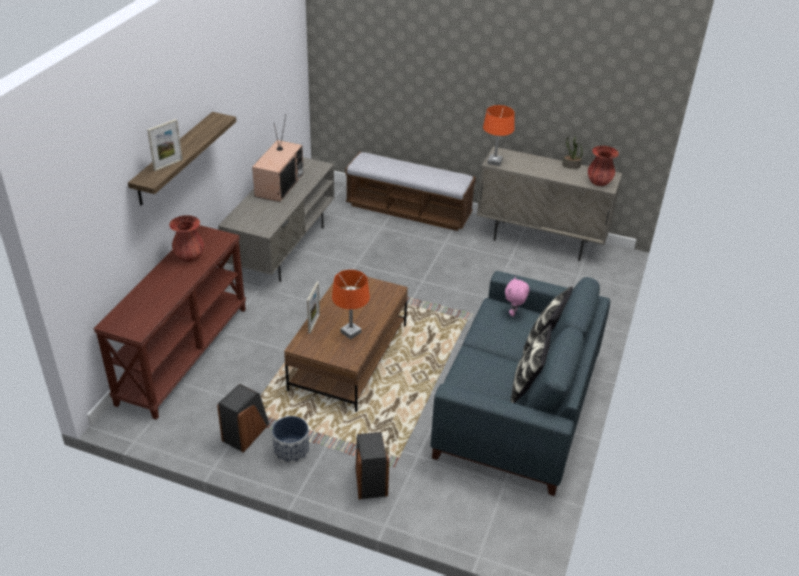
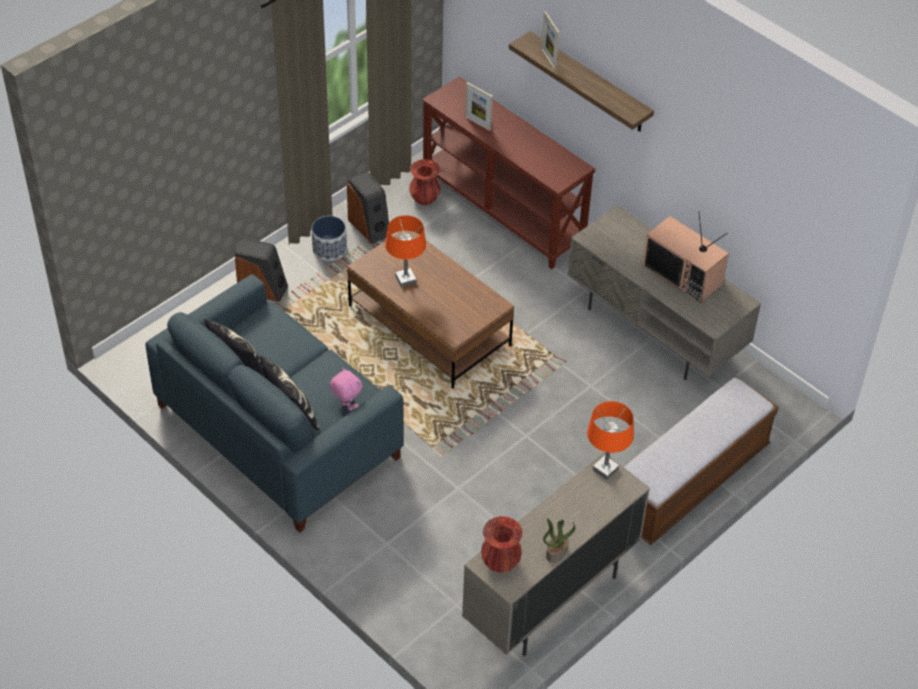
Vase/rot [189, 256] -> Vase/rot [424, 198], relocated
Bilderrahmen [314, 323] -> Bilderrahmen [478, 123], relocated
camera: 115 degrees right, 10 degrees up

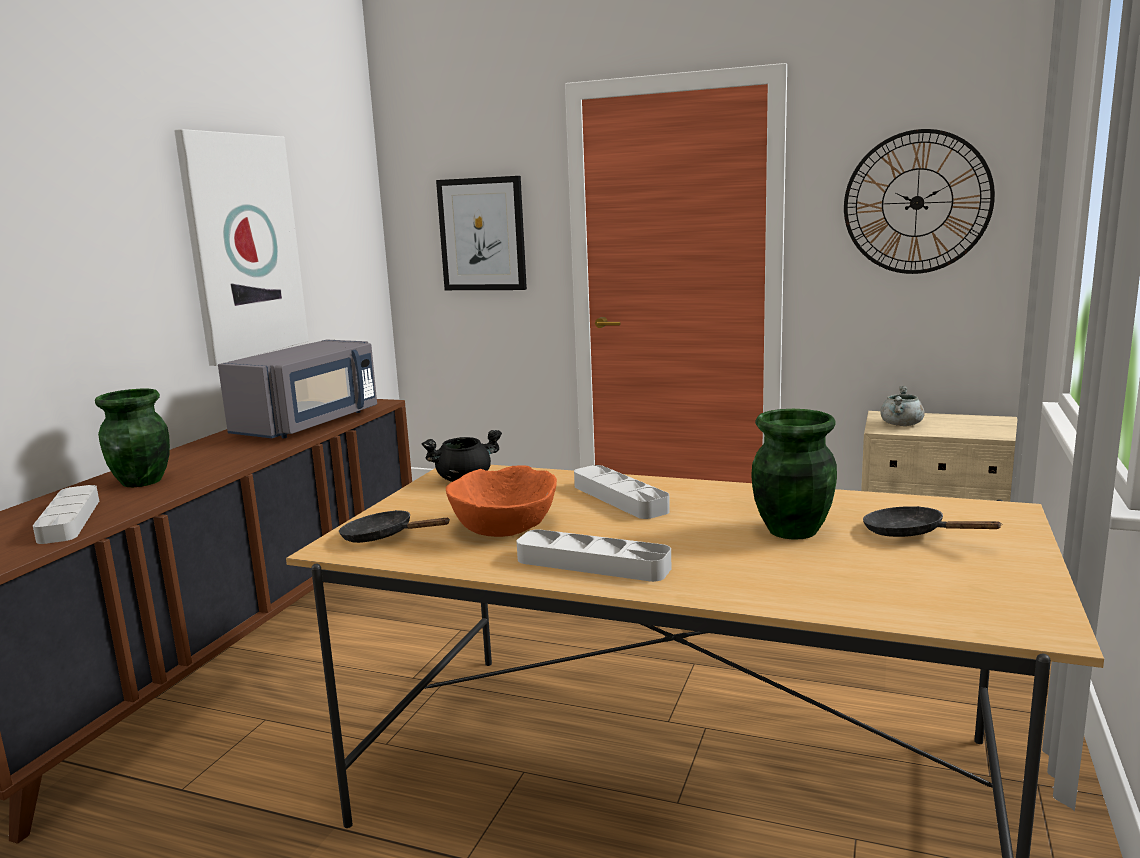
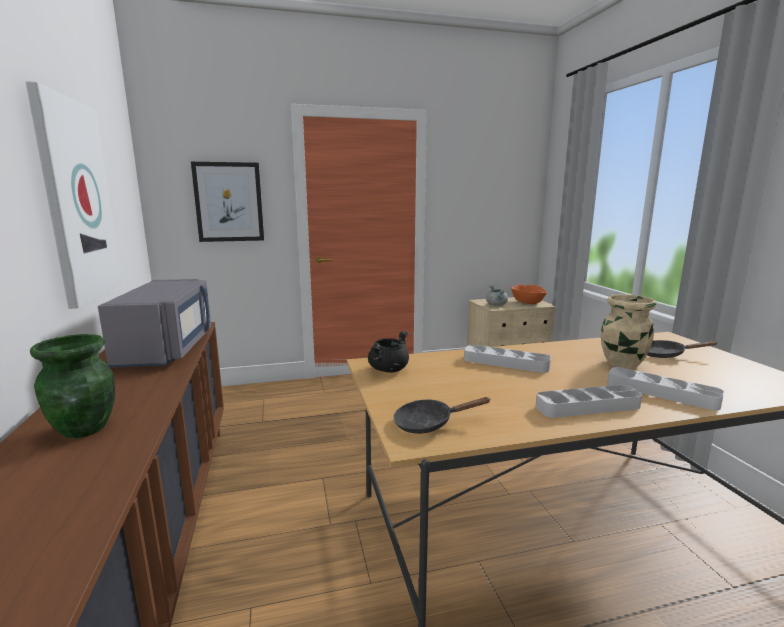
Wanduhr [917, 202] -> none
Tablett/grau [69, 520] -> Tablett/grau [661, 393], relocated
Schüssel/orange [504, 527] -> Schüssel/orange [528, 302], relocated
Vase/grün [791, 531] -> Vase/beige [622, 364]
camera: 35 degrees left, 0 degrees up

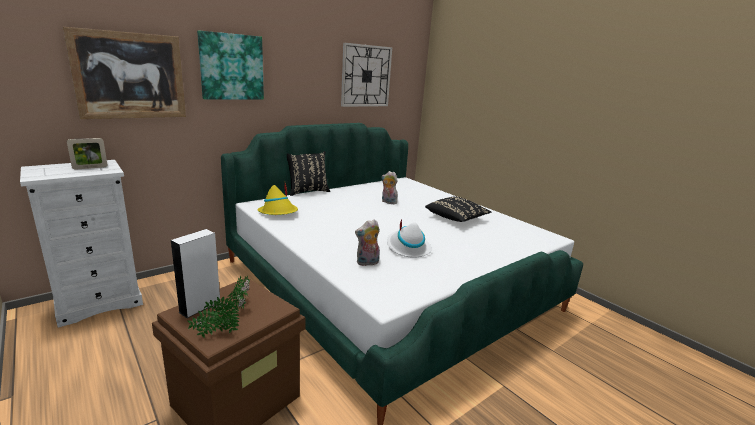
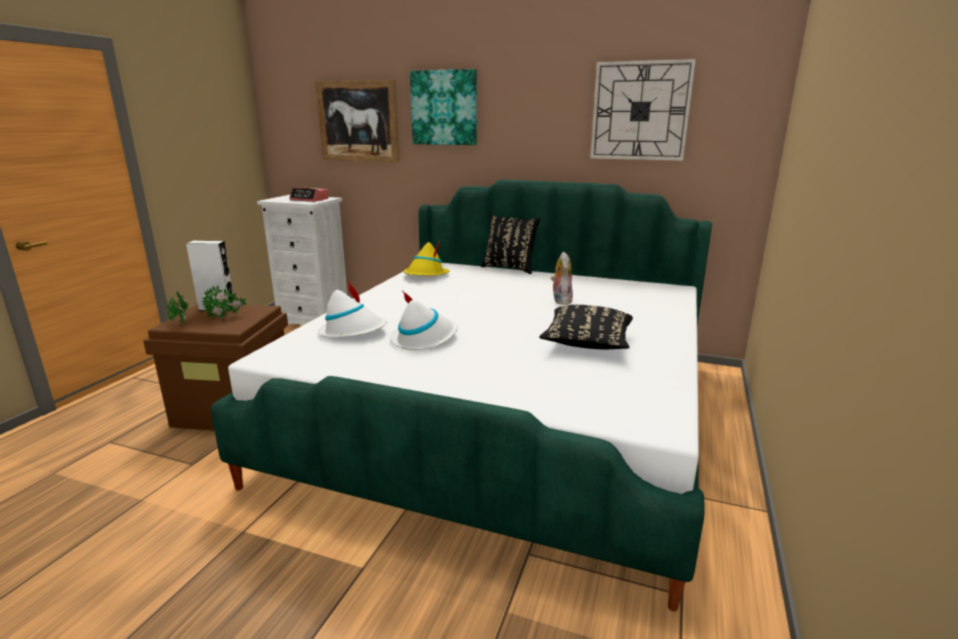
Bilderrahmen [90, 168] -> Wecker [309, 199]
Plüschtier [367, 263] -> Hut/weiß [353, 331]
camera: 60 degrees right, 0 degrees up

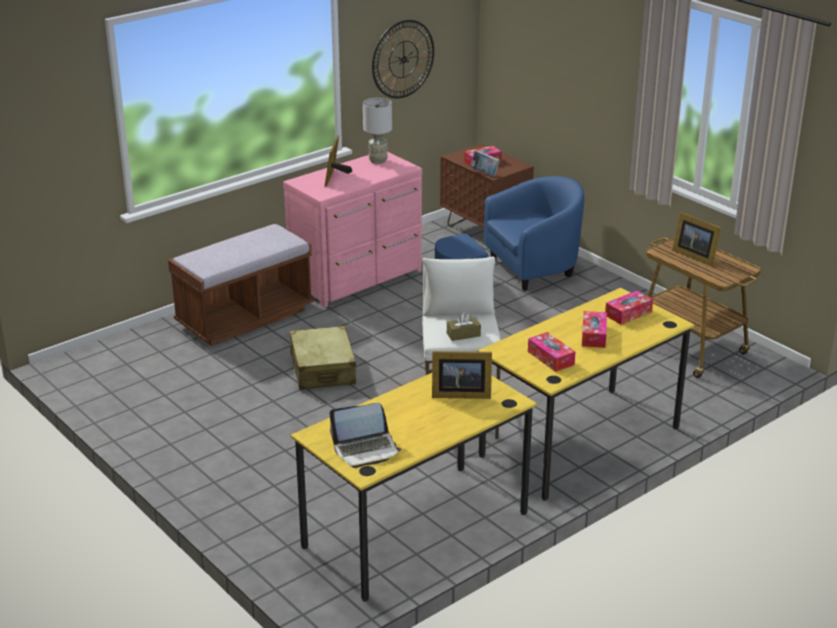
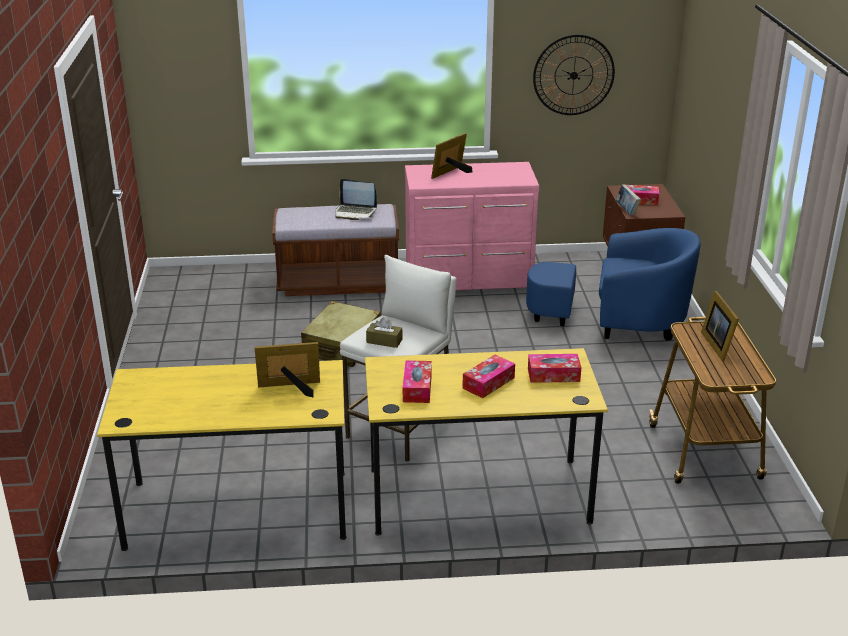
Tischlampe/grau [378, 161] -> none
Laptop [366, 450] -> Laptop [355, 212], relocated
Bilderrahmen [459, 393] -> Bilderrahmen [291, 388], 135 degrees clockwise
camera: 35 degrees right, 0 degrees up

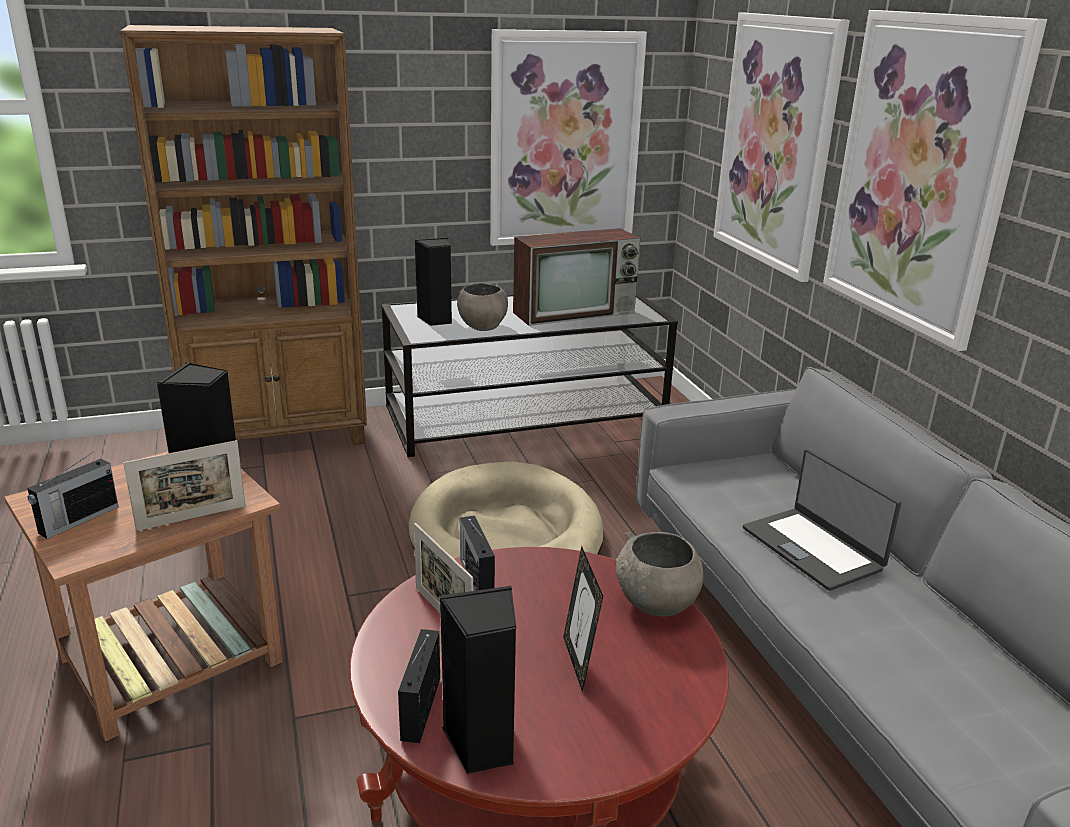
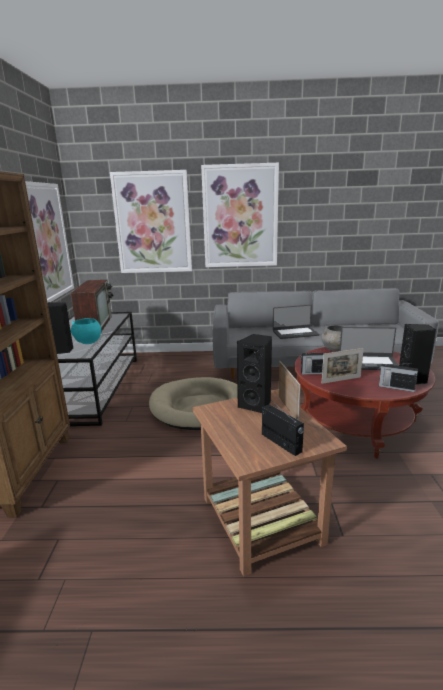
Bilderrahmen [579, 662] -> Laptop [368, 363]
Schüssel/grau [482, 326] -> Schüssel/türkis [88, 342]
camera: 70 degrees left, 5 degrees down

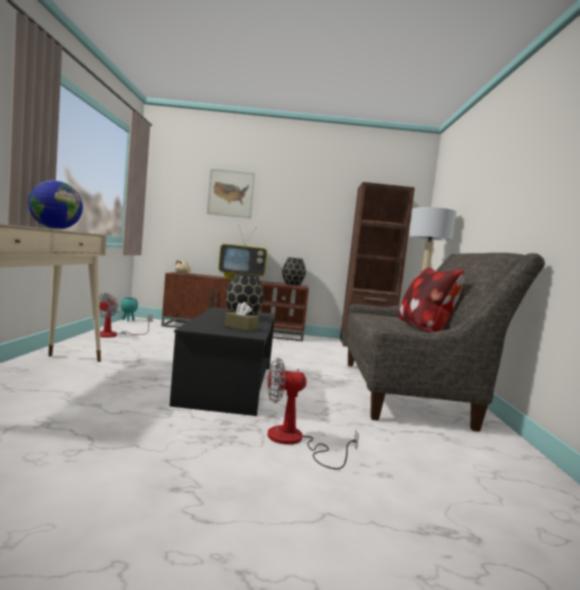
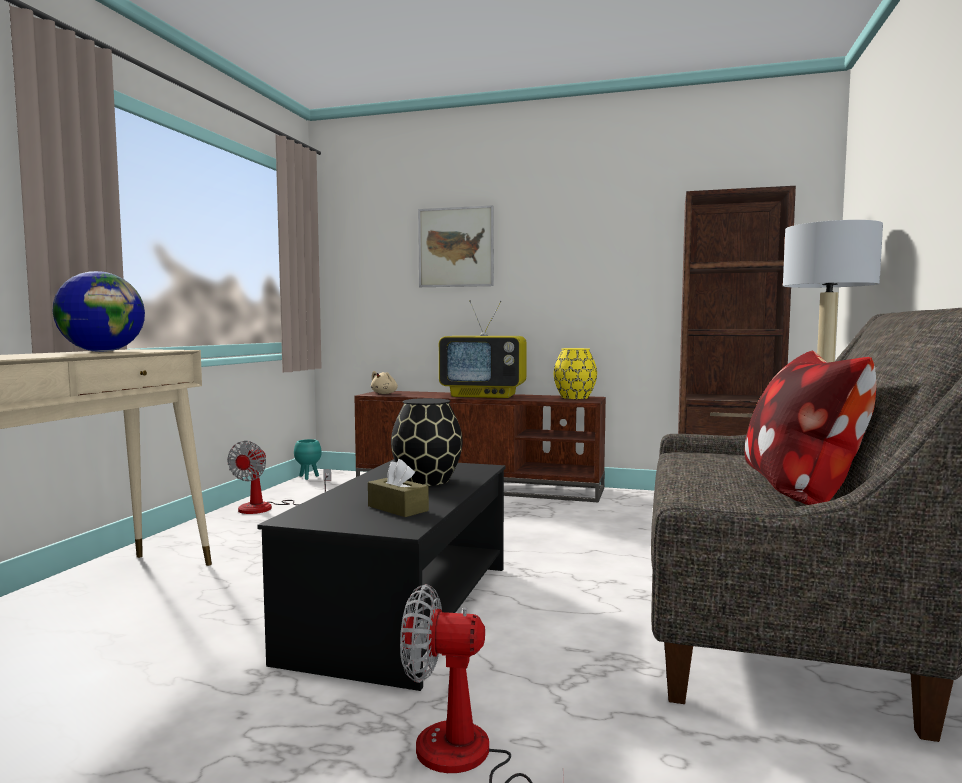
Vase/schwarz [292, 284] -> Vase/gelb [575, 397]
camera: 15 degrees right, 0 degrees up

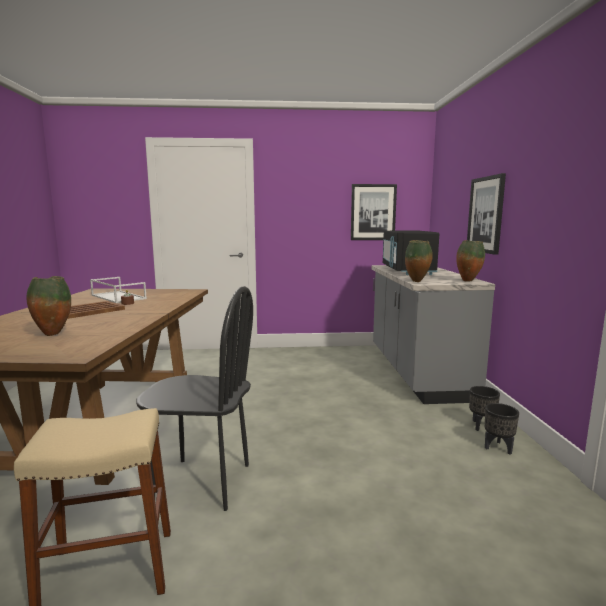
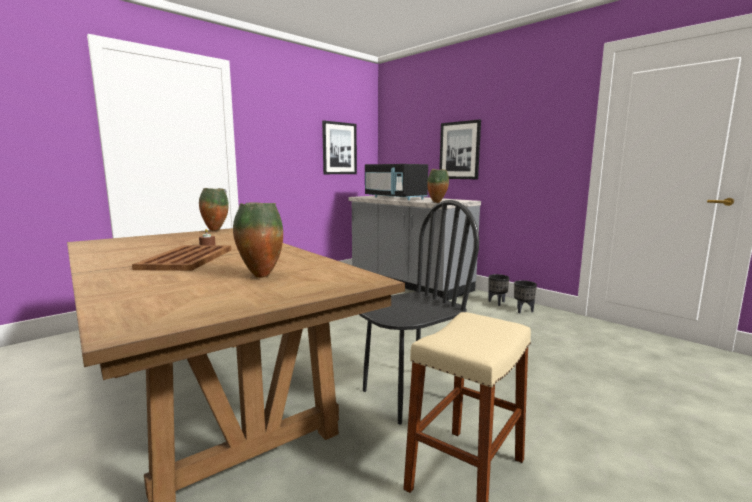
Tablett/weiß [117, 297] -> none
Vase [468, 281] -> Vase [215, 230], relocated
camera: 40 degrees left, 0 degrees up

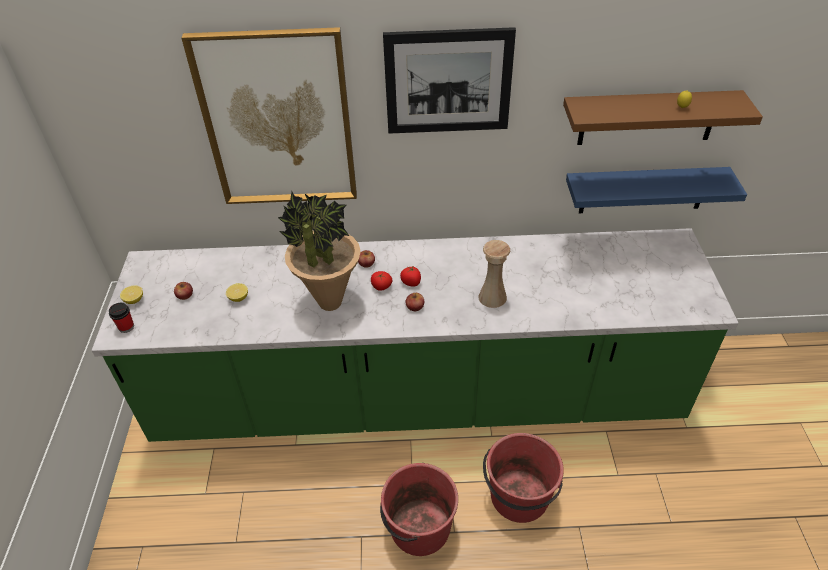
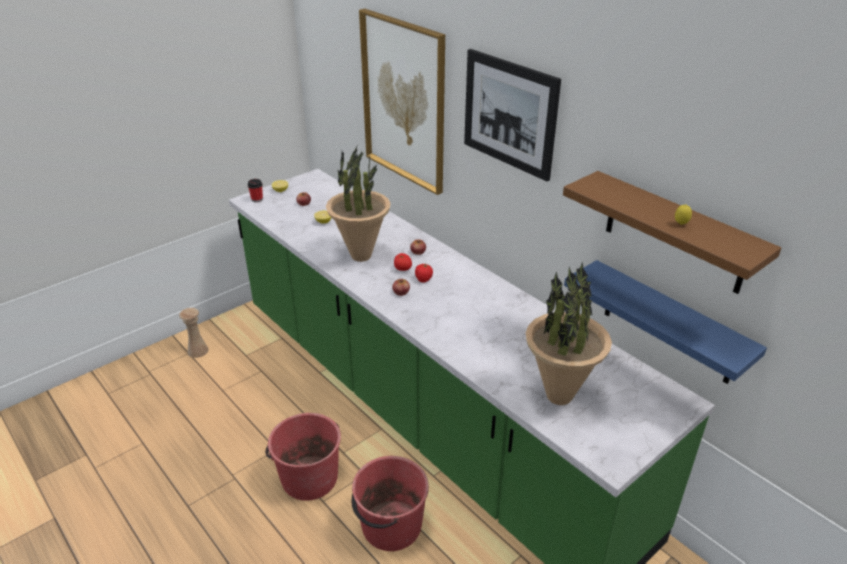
none -> Topfpflanze [559, 396]
Vase/beige [492, 297] -> Vase/beige [198, 351], relocated
camera: 50 degrees right, 10 degrees down

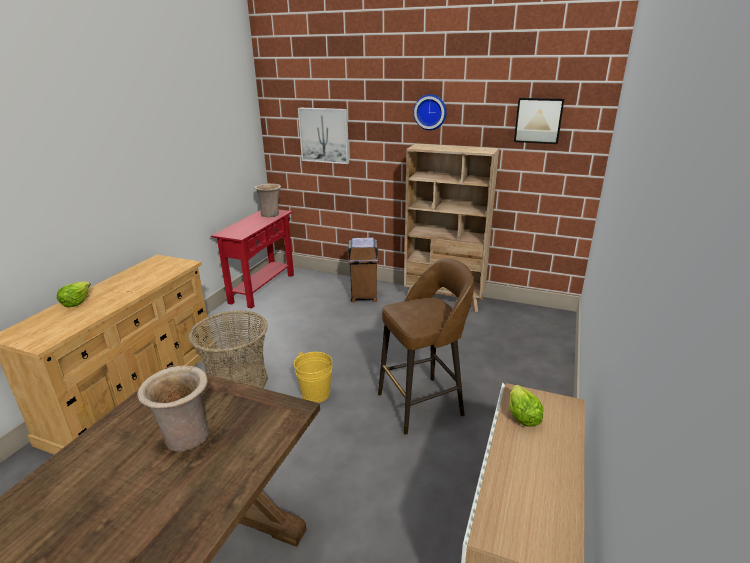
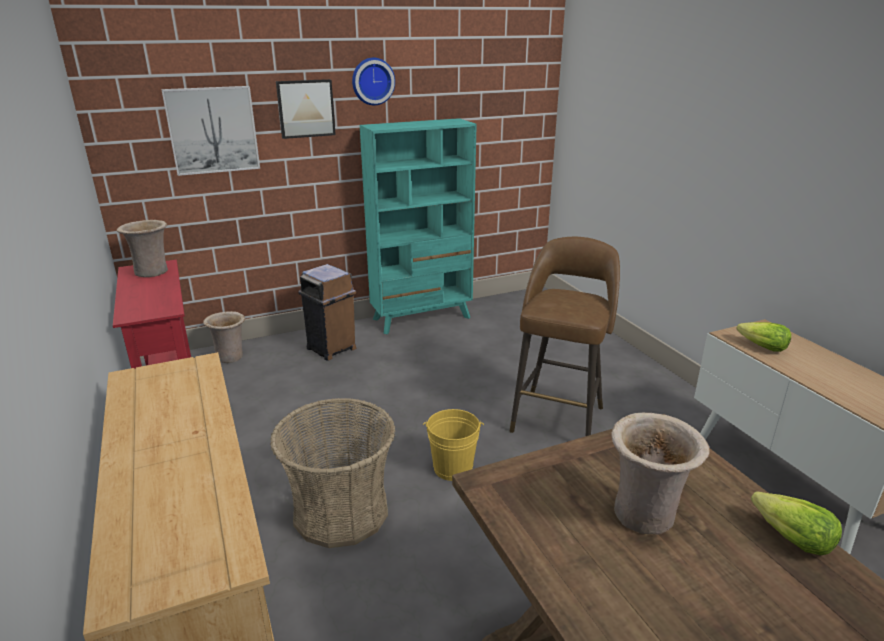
none -> Vase/beige [230, 356]
Salatkopf [76, 302] -> Salatkopf [791, 538], relocated
Bild [538, 120] -> Bild [305, 108], relocated
Bücherregal/beige [444, 299] -> Bücherregal/türkis [422, 318]
camera: 45 degrees left, 0 degrees up

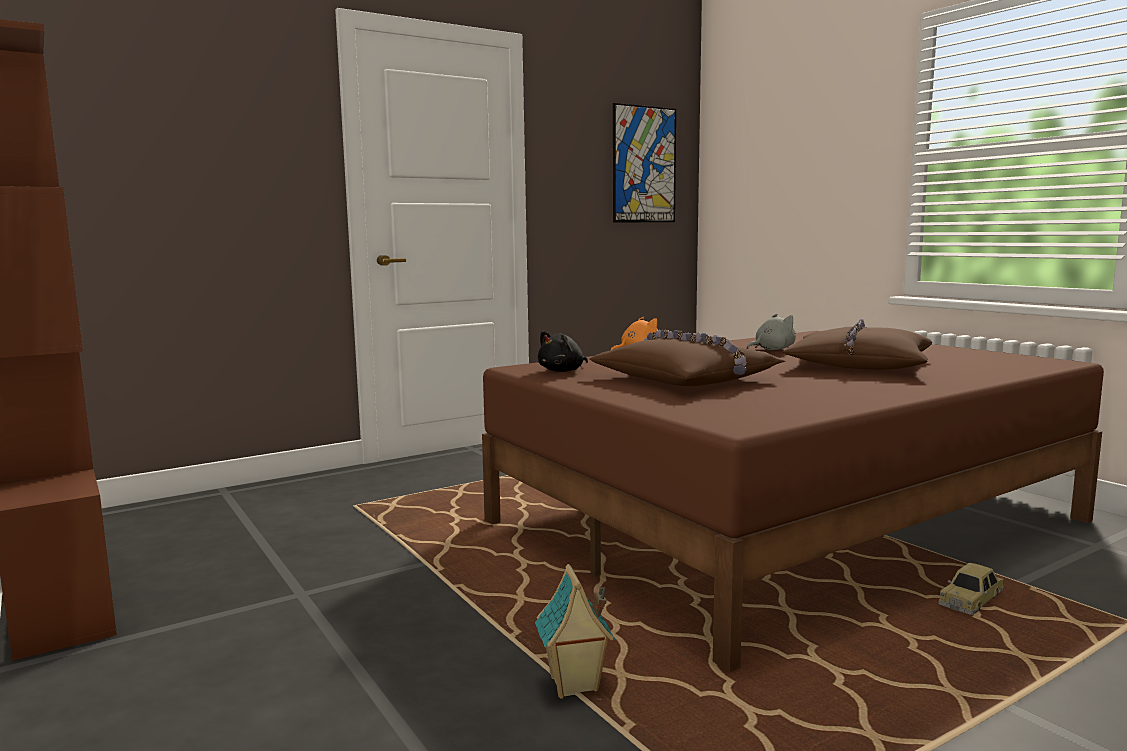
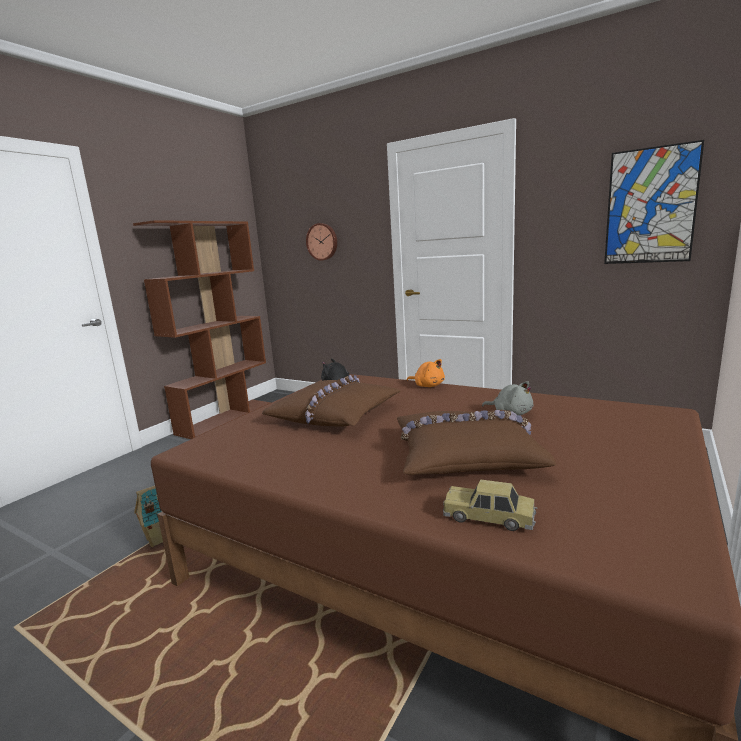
none -> Wanduhr [322, 241]
Spielzeugauto [971, 601] -> Spielzeugauto [489, 517], relocated
camera: 65 degrees right, 5 degrees up

